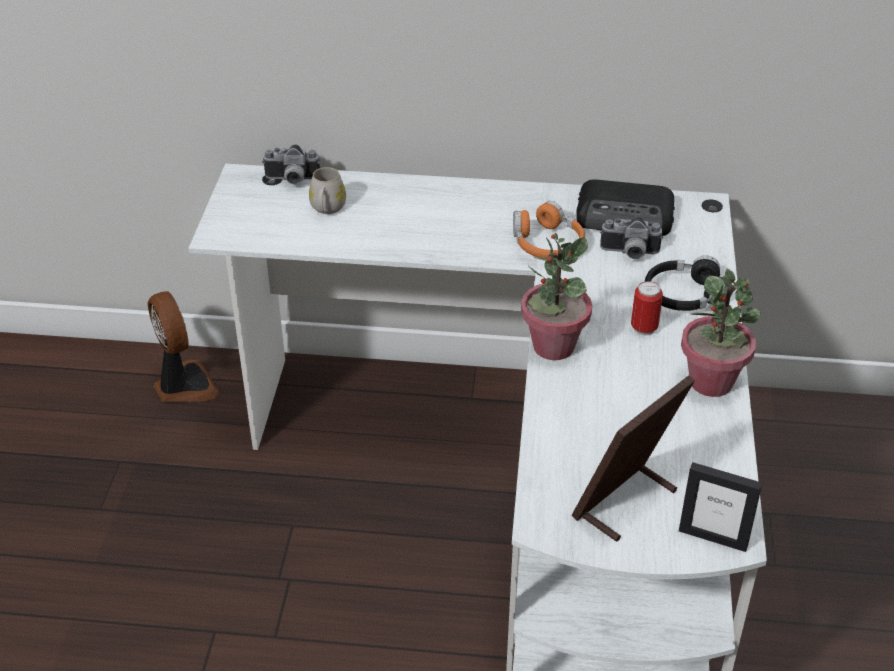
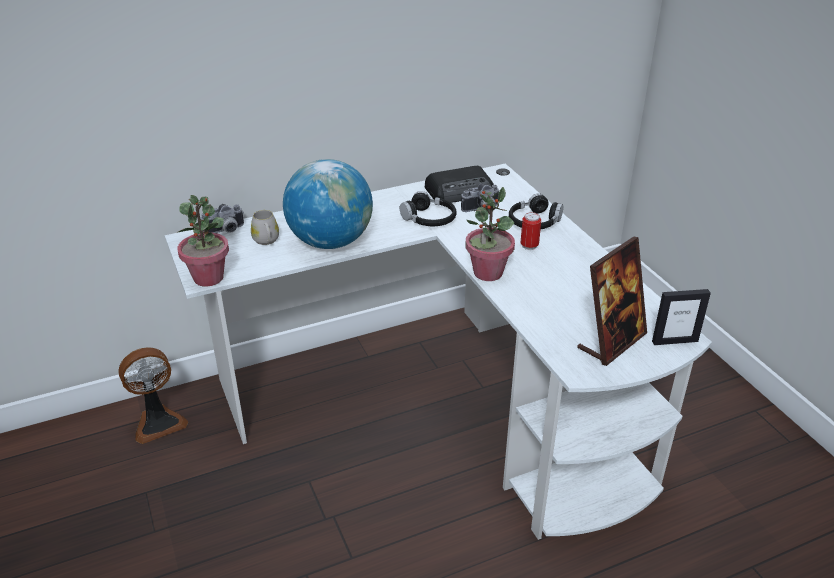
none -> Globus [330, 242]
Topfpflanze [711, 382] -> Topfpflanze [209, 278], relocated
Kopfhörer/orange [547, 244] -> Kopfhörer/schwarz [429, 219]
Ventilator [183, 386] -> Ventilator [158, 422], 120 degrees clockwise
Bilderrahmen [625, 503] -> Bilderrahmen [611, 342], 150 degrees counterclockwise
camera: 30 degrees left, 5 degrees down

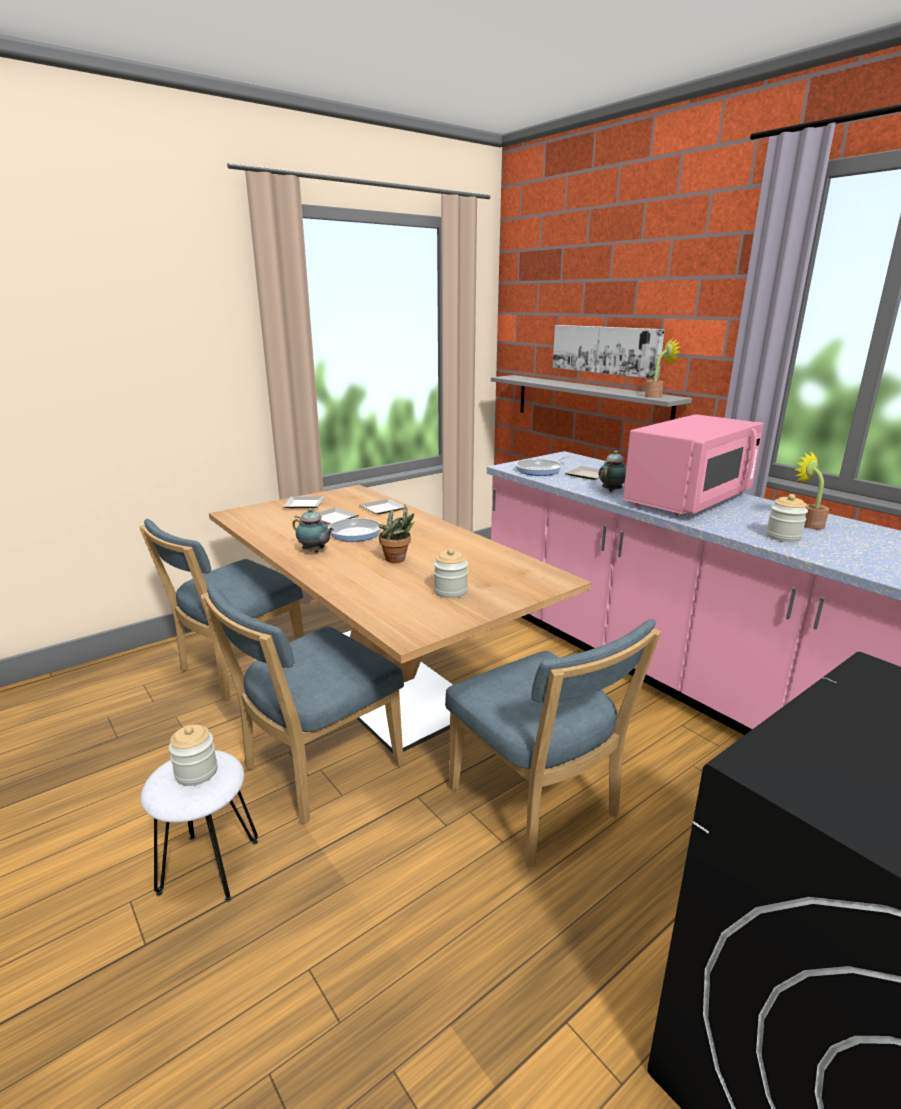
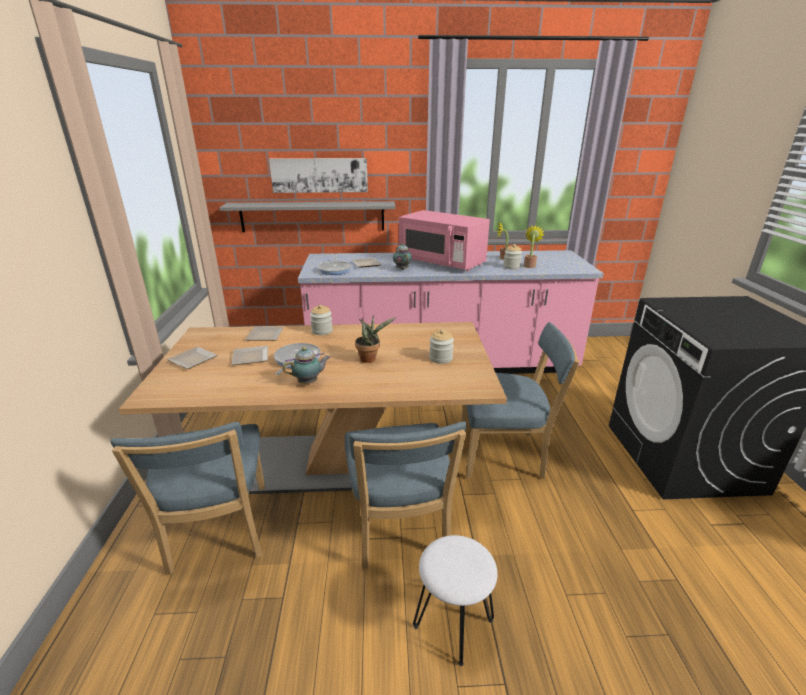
Vorratsglas [196, 772] -> Vorratsglas [322, 331], relocated
Topfpflanze [656, 396] -> Topfpflanze [529, 265], relocated
Mikrowelle/rosa [688, 500] -> Mikrowelle/rosa [442, 262], 135 degrees clockwise
camera: 55 degrees left, 5 degrees up

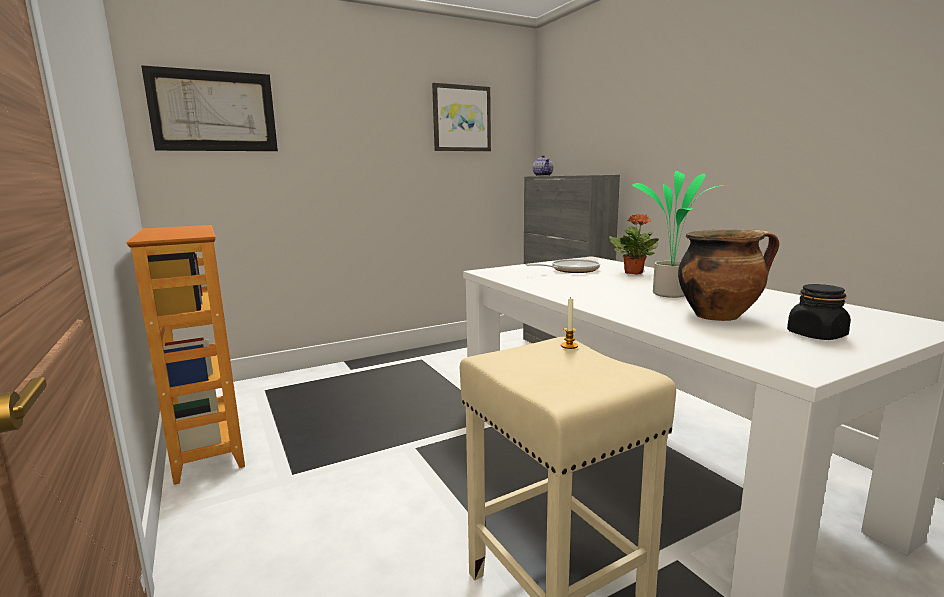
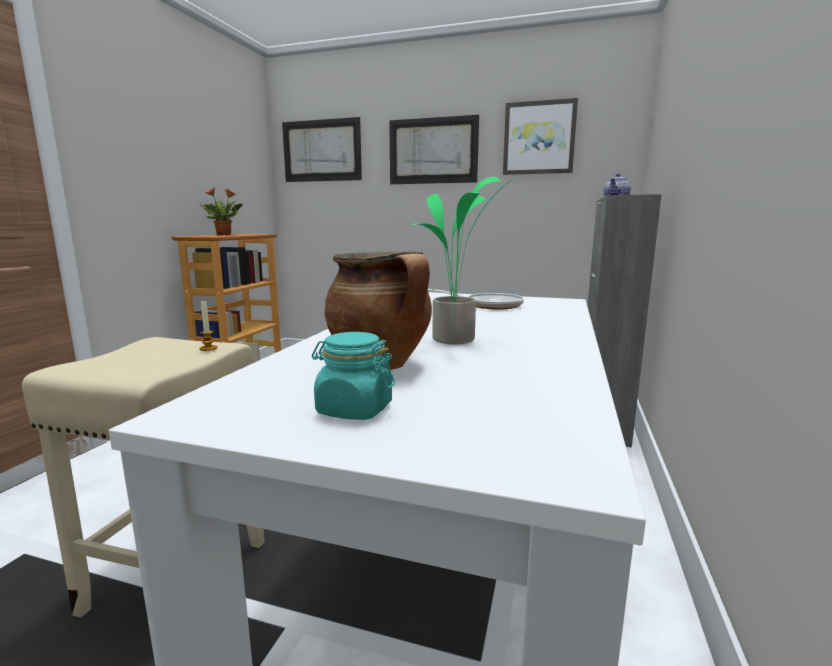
none -> Bild [433, 151]
Topfpflanze [633, 273] -> Topfpflanze [224, 235], relocated
Vorratsglas/schwarz [816, 335] -> Vorratsglas/türkis [354, 409]
camera: 45 degrees right, 0 degrees up

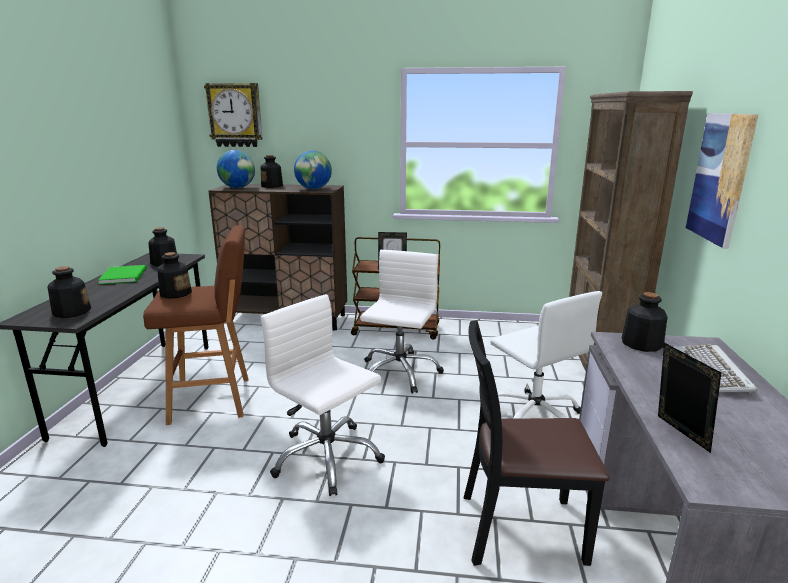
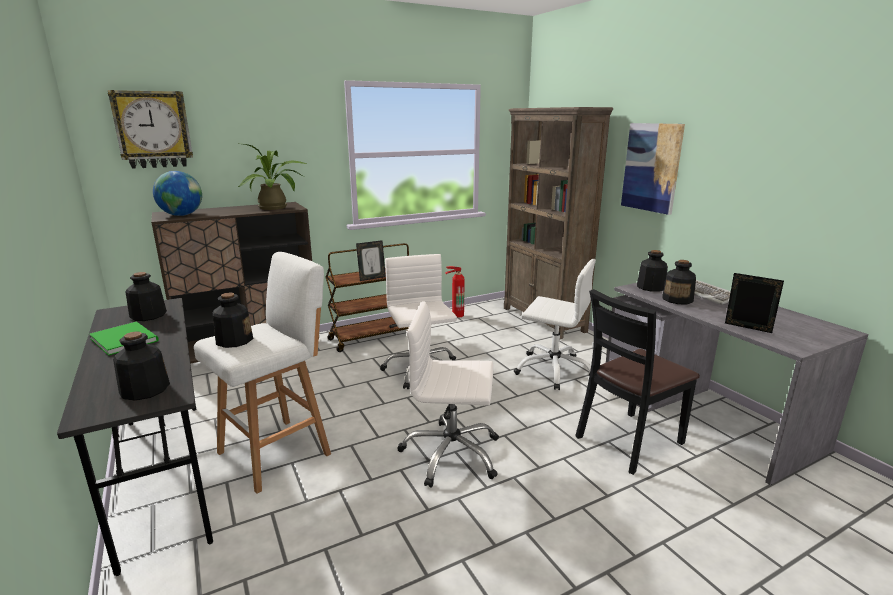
none -> Feuerlöscher [456, 315]
Flasche [272, 186] -> Flasche [677, 299], relocated
Globus [313, 189] -> Topfpflanze [276, 208]
Hocker/braun [214, 400] -> Hocker/weiß [278, 451]
camera: 35 degrees left, 0 degrees up

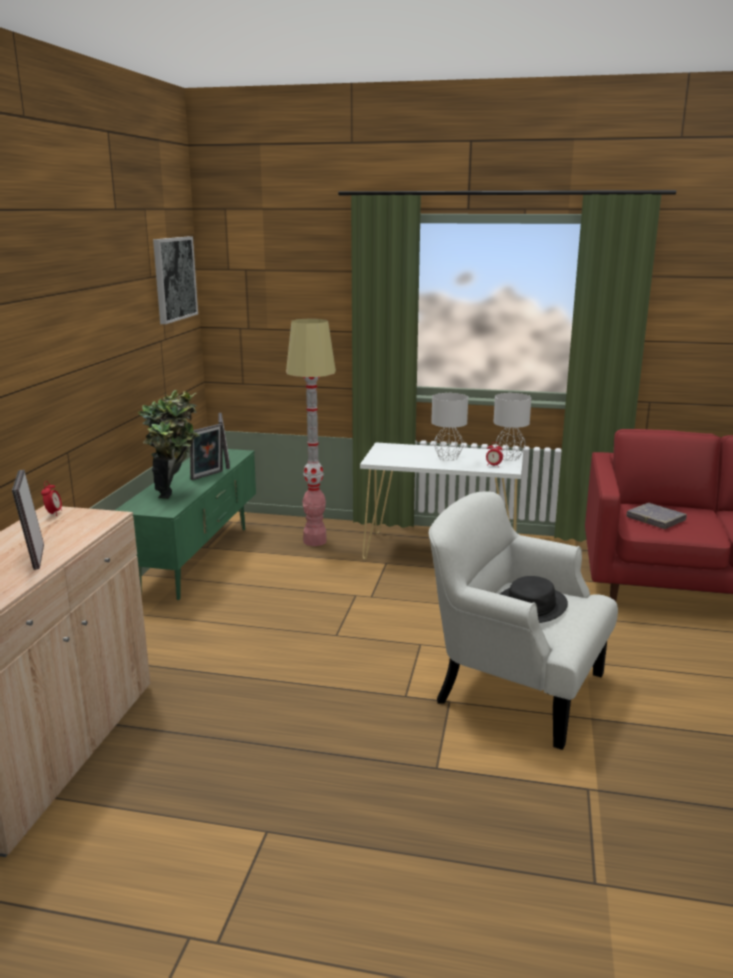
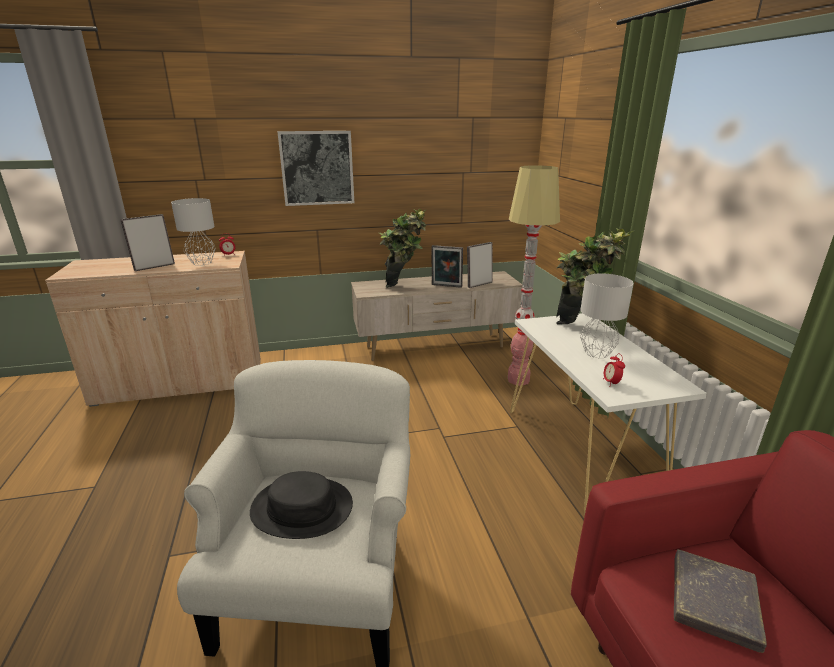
none -> Topfpflanze [581, 327]
Bild [174, 279] -> Bild [317, 168], relocated
Tischlampe/grau [509, 458] -> Tischlampe/grau [202, 263], relocated
Fernsehschrank/grün [197, 560] -> Fernsehschrank/beige [435, 347]
camera: 65 degrees right, 5 degrees up

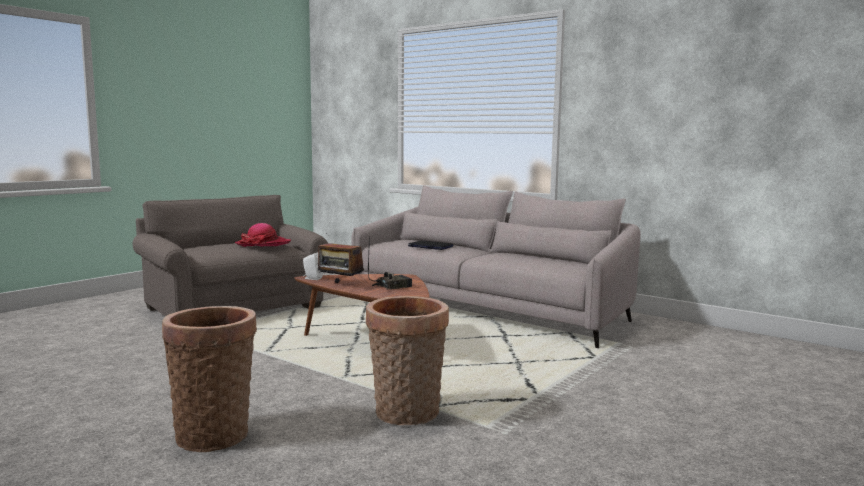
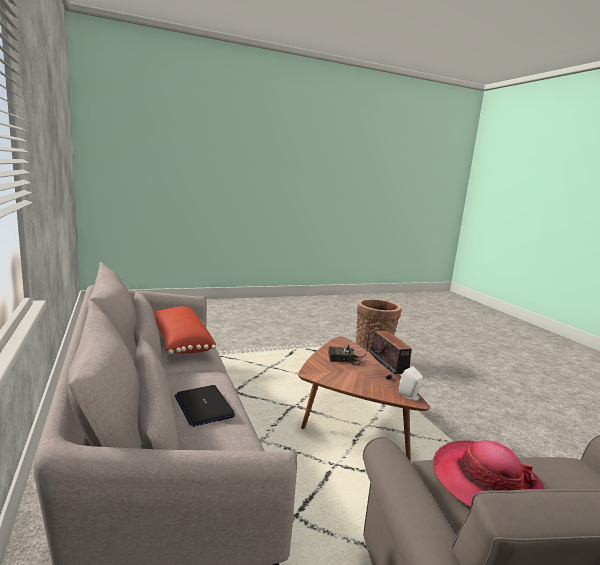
Korb [214, 433] -> none
none -> Kissen/rot [179, 342]
camera: 150 degrees left, 5 degrees up

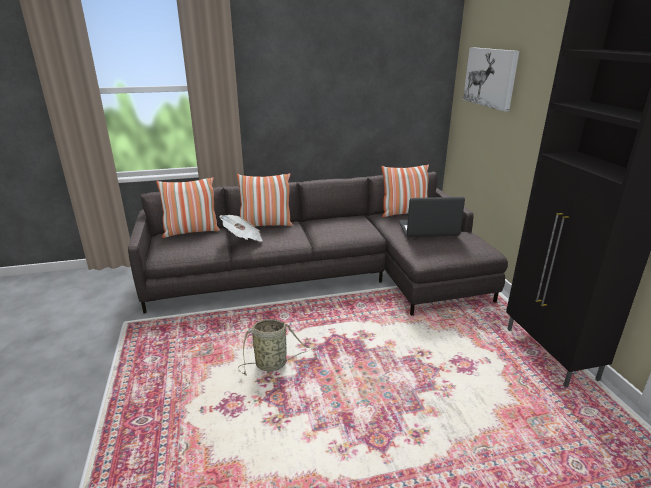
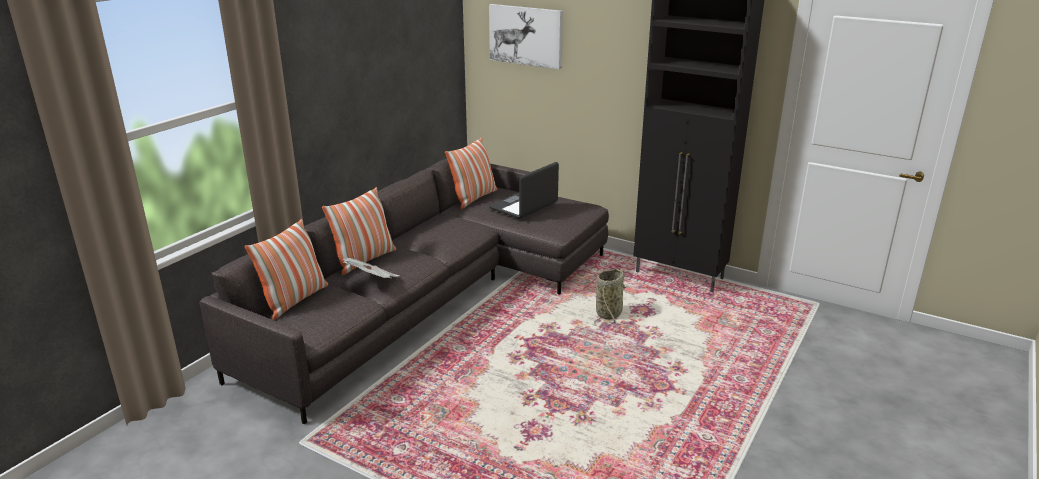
Korb [273, 364] -> Korb [609, 313], relocated
camera: 45 degrees left, 0 degrees up

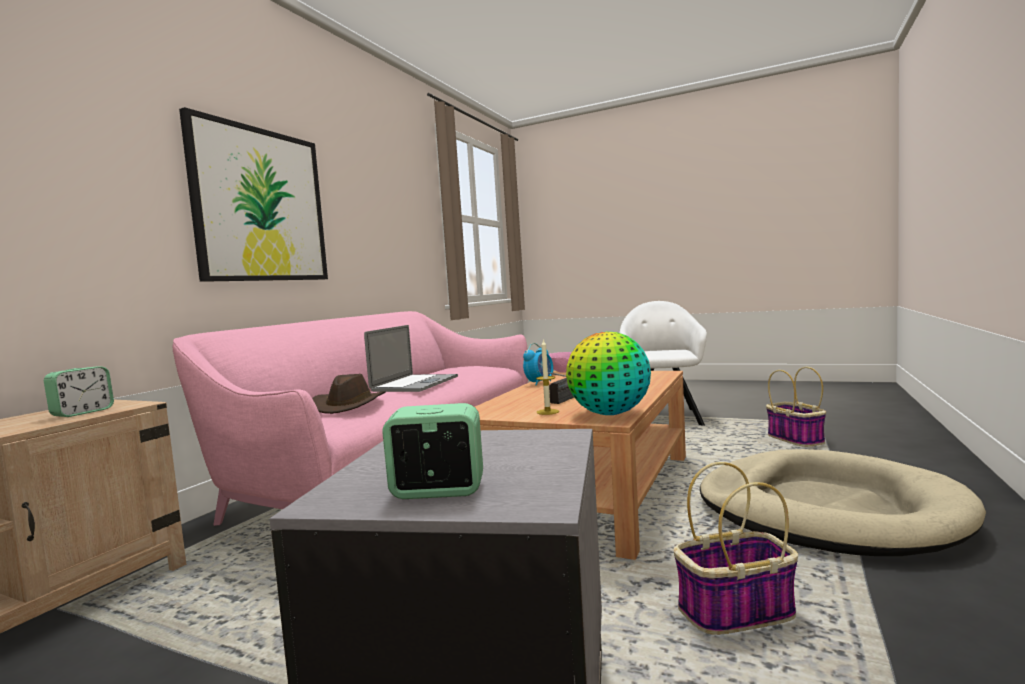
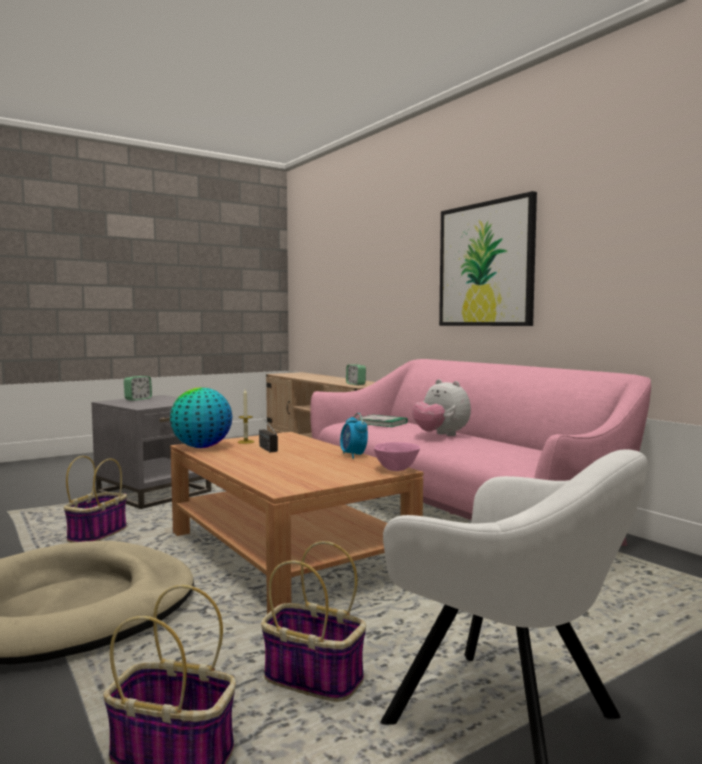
none -> Korb [311, 678]
Hut/braun [349, 405] -> Buch [382, 423]
Laptop [415, 384] -> Plüschtier [441, 435]
camera: 120 degrees right, 0 degrees up

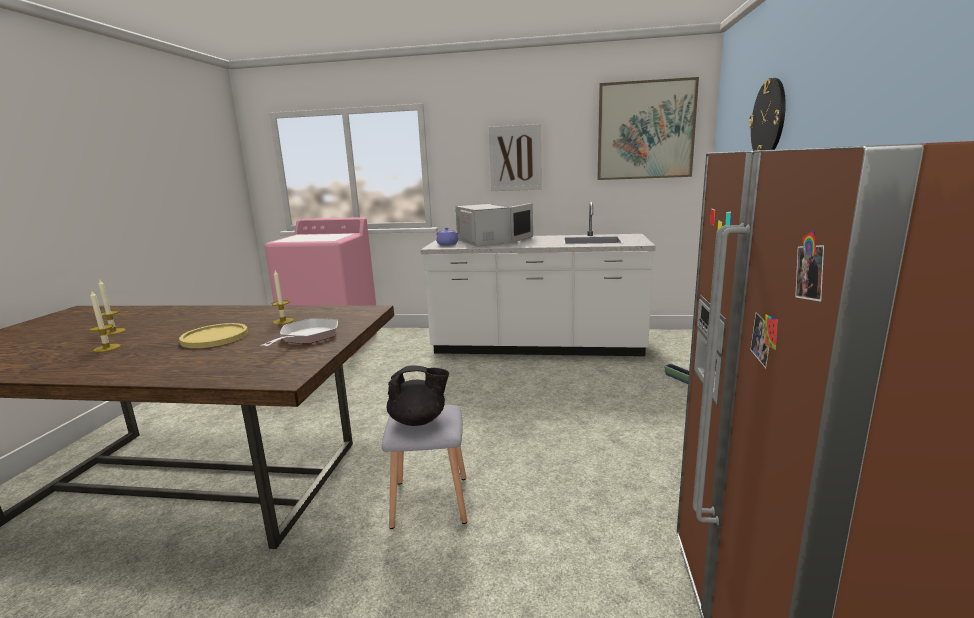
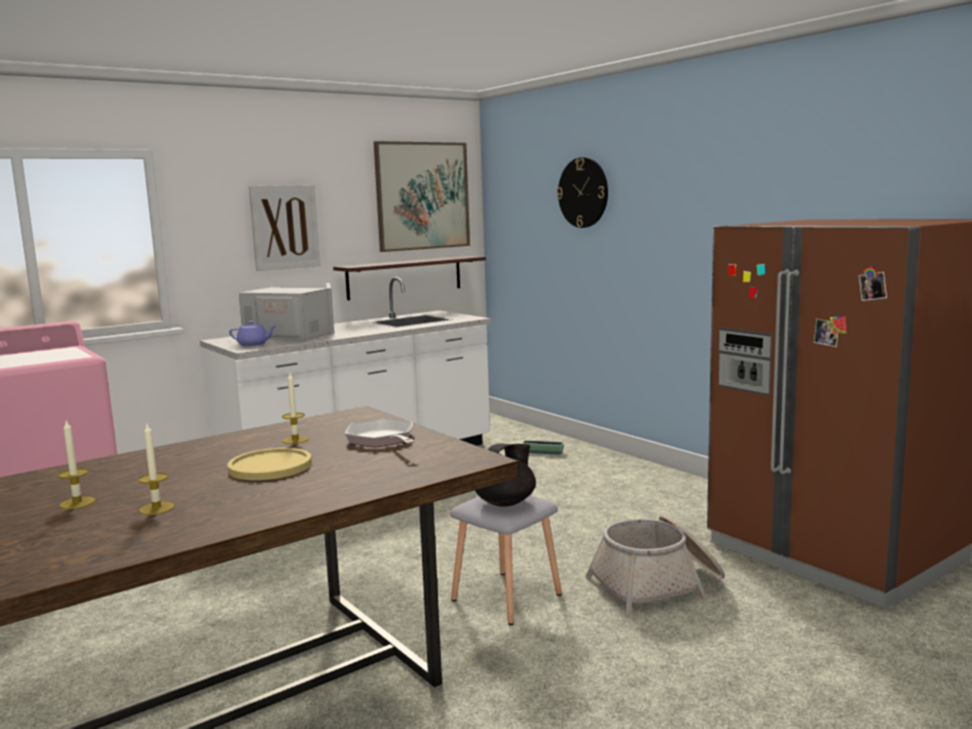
none -> Wandregal [405, 277]
none -> Korb [658, 585]
camera: 45 degrees left, 5 degrees down

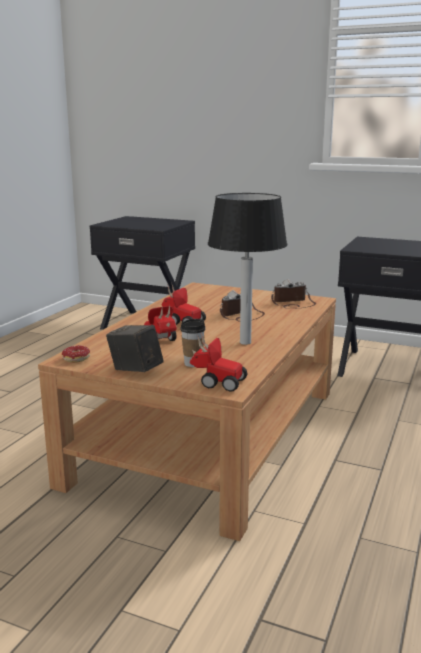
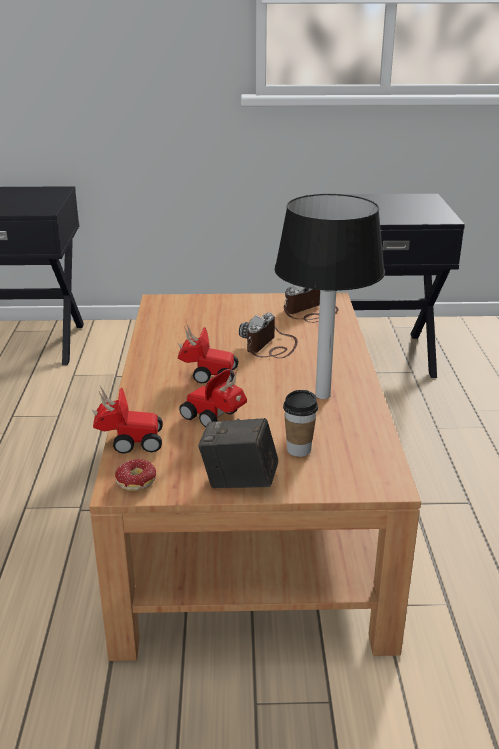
Spielzeugauto [217, 382] -> Spielzeugauto [129, 442], relocated
camera: 25 degrees left, 10 degrees up

